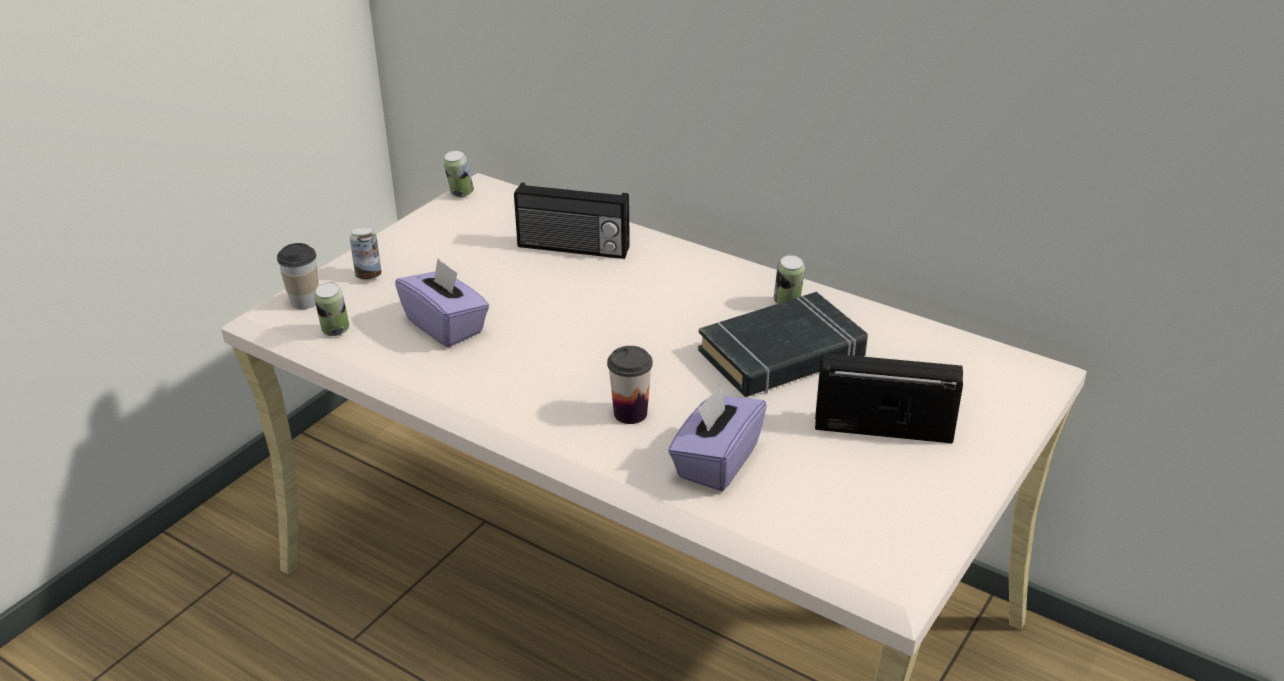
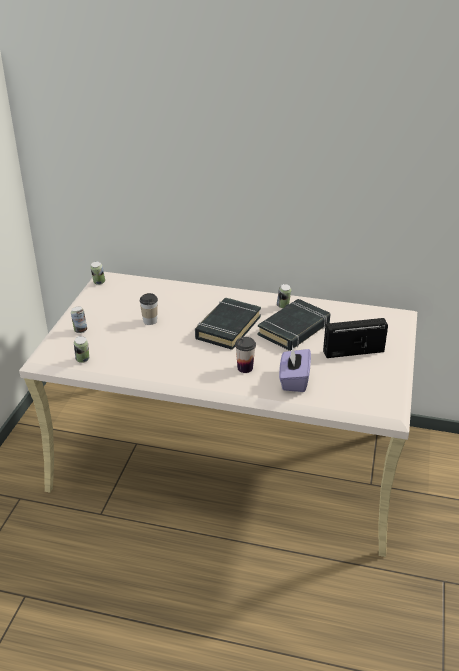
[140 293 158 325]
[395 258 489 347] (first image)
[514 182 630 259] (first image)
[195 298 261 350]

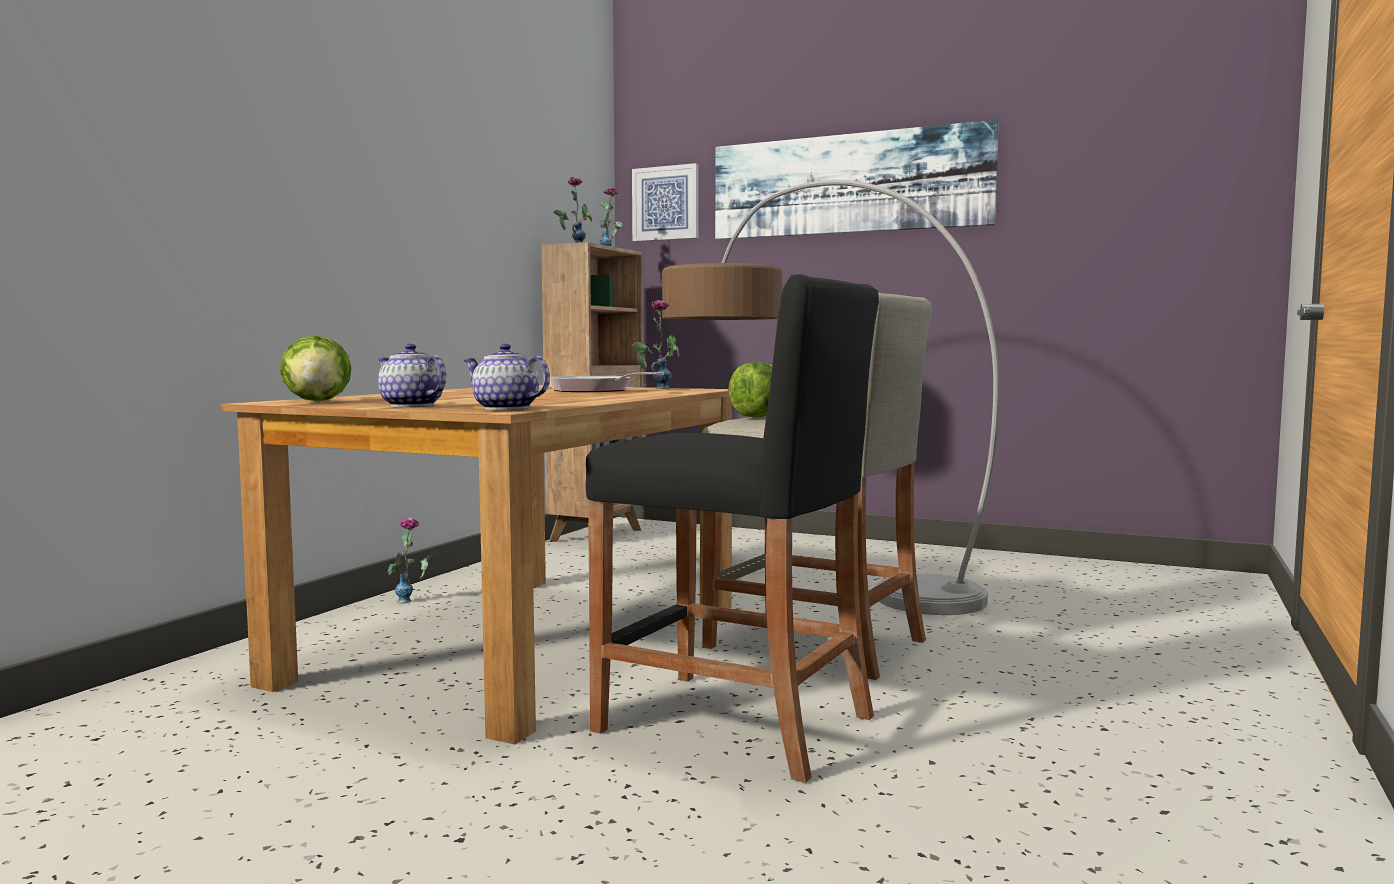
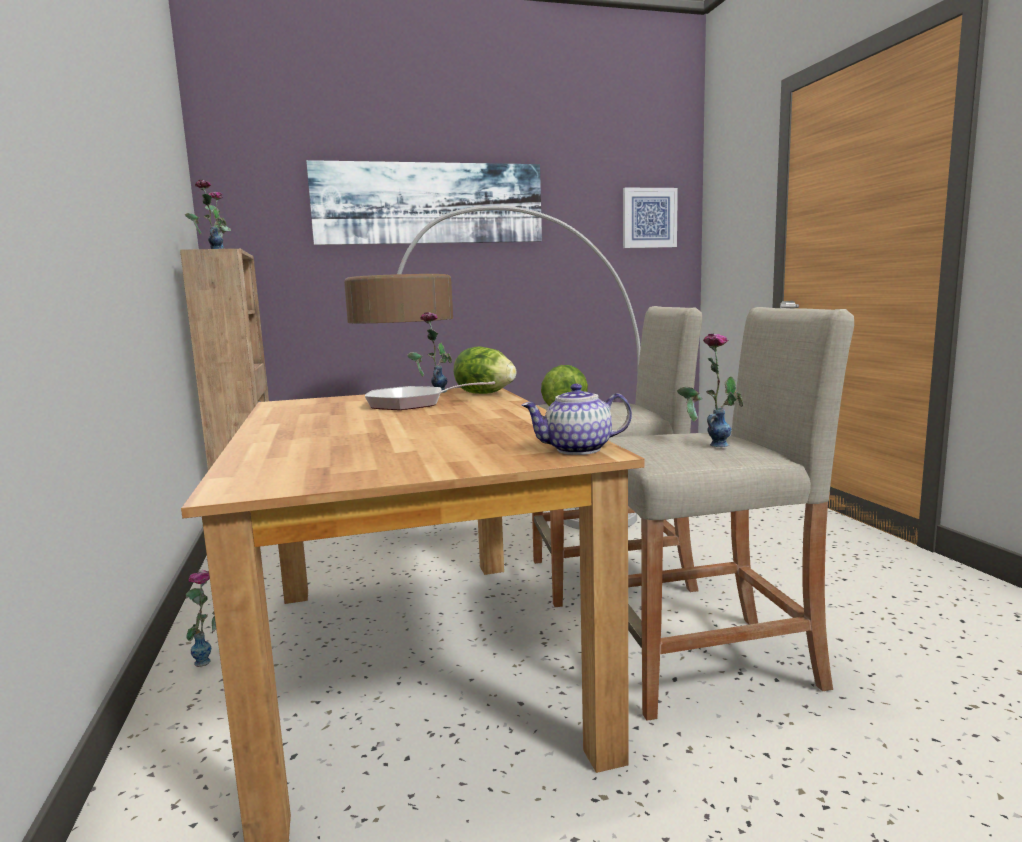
[454 347 516 394]
[378 344 446 407] (first image)
[608 307 854 721]
[623 188 678 248]
[677 334 743 447]

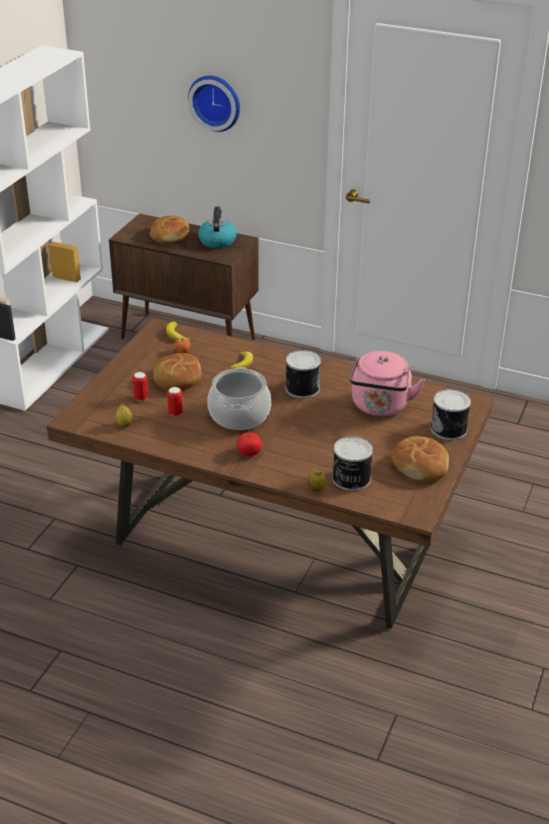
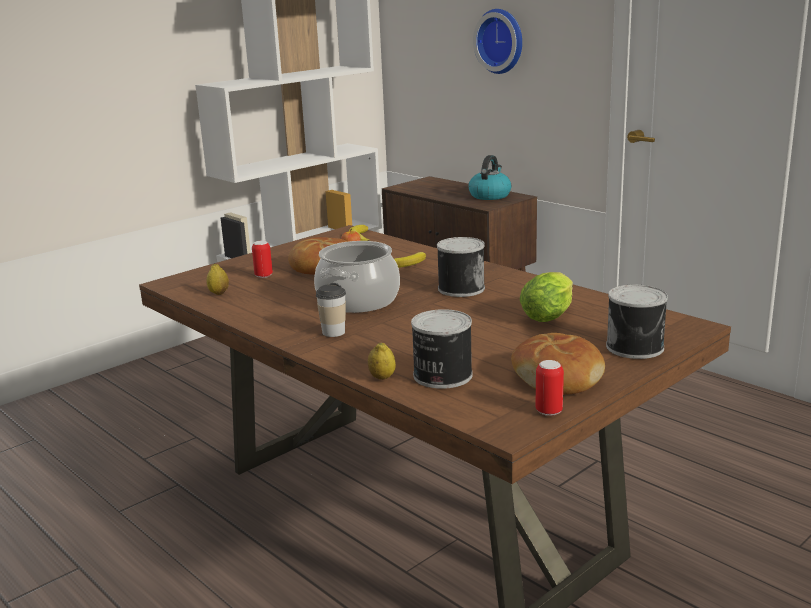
[150 215 189 243] (first image)
[536 360 564 416]
[316 283 346 337]
[520 272 573 322]

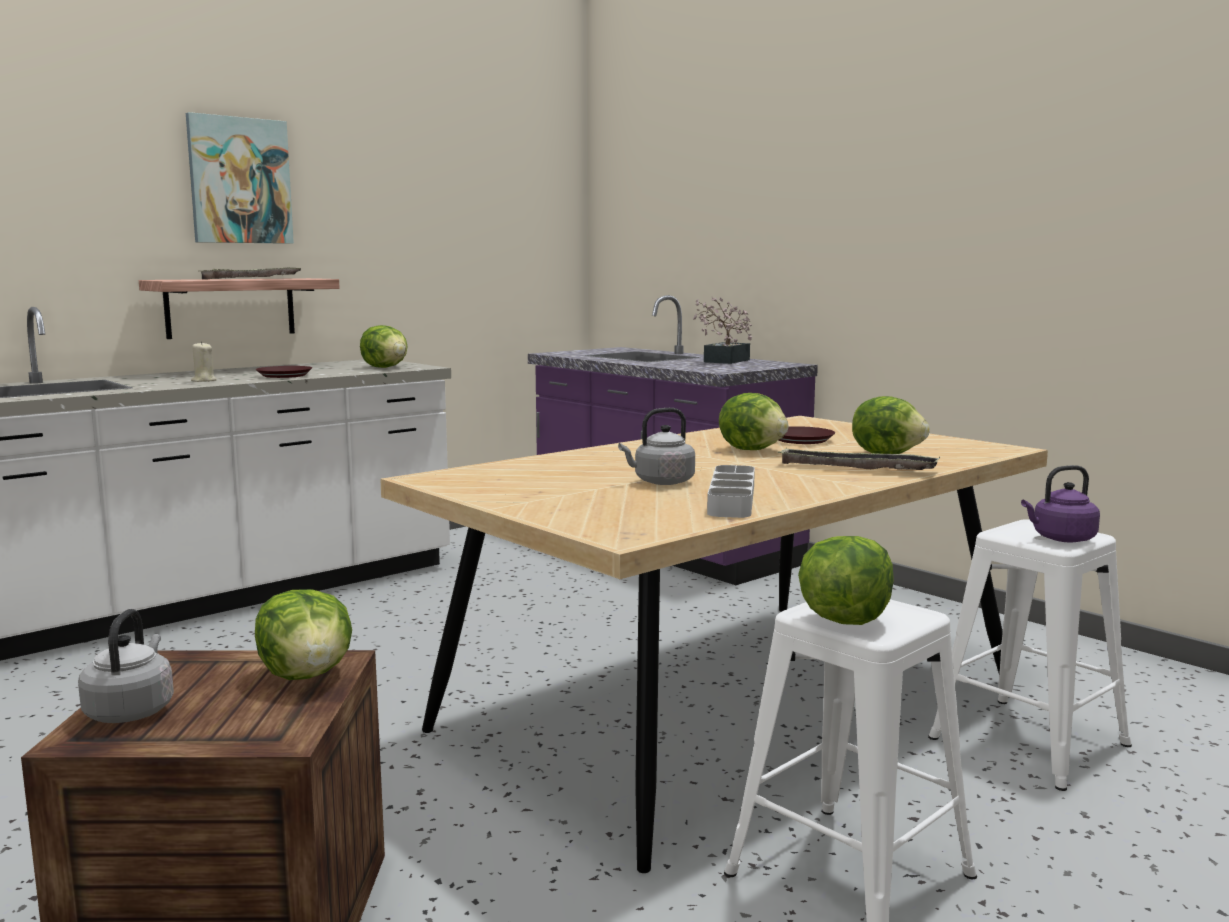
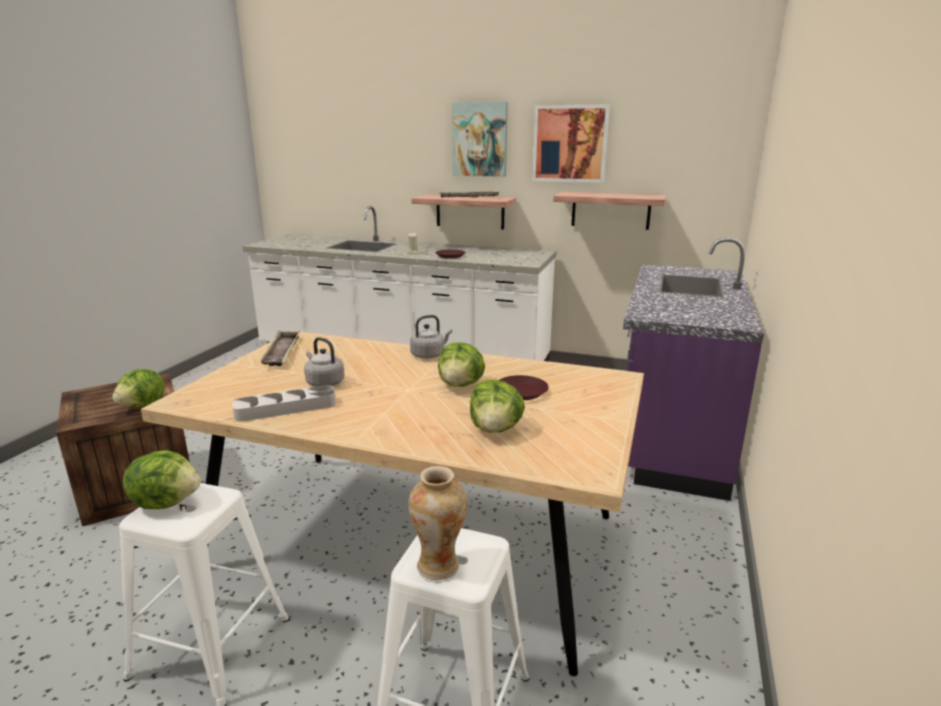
[410 315 452 359]
[360 325 408 368] (first image)
[693 297 752 364] (first image)
[260 330 300 366]
[409 466 467 580]
[532 105 610 183]
[553 192 666 230]

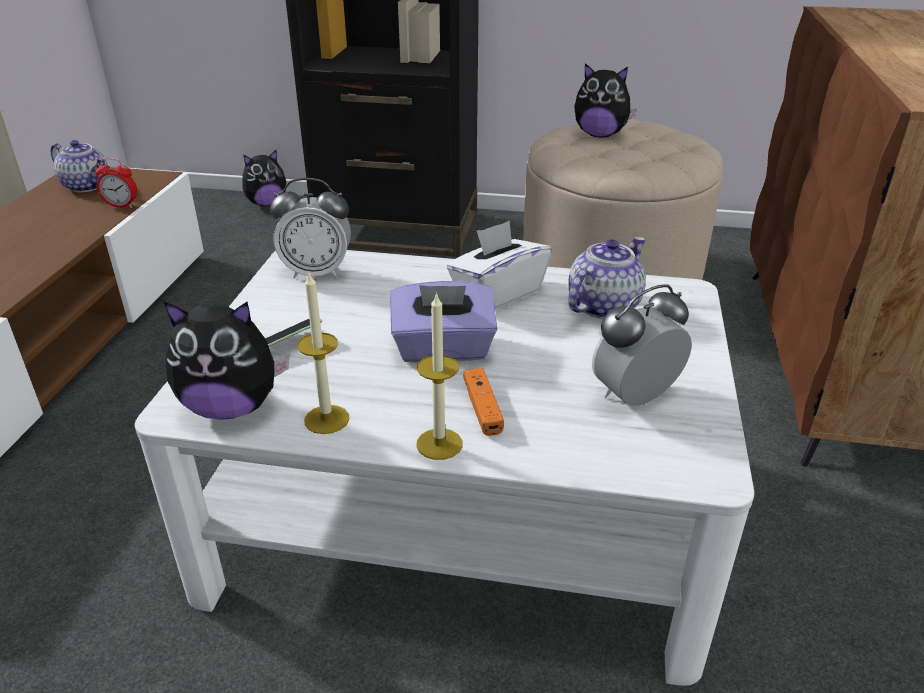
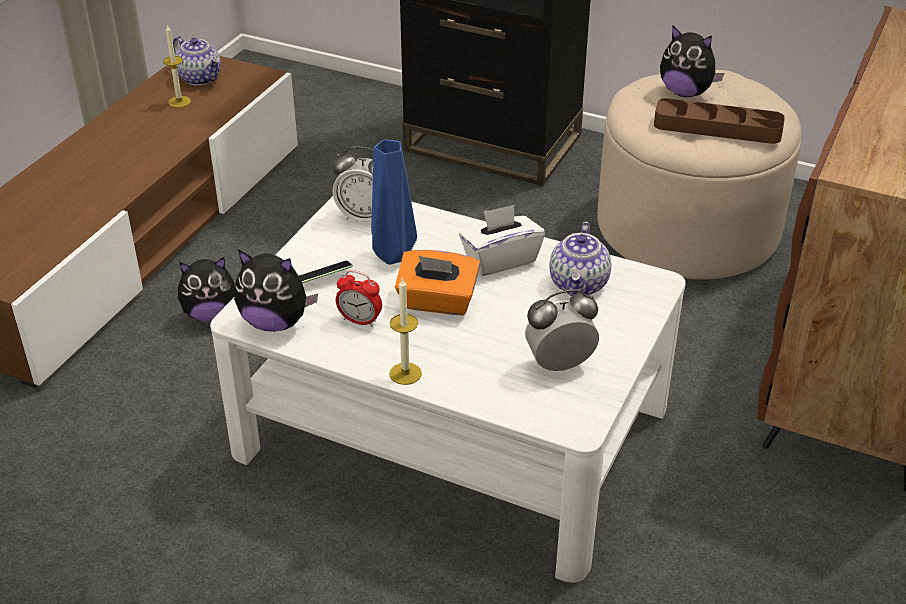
[336 270 382 327]
[178 257 235 321]
[163 25 191 108]
[395 250 480 315]
[463 368 504 436] (first image)
[549 222 611 296]
[371 139 417 264]
[654 98 785 144]

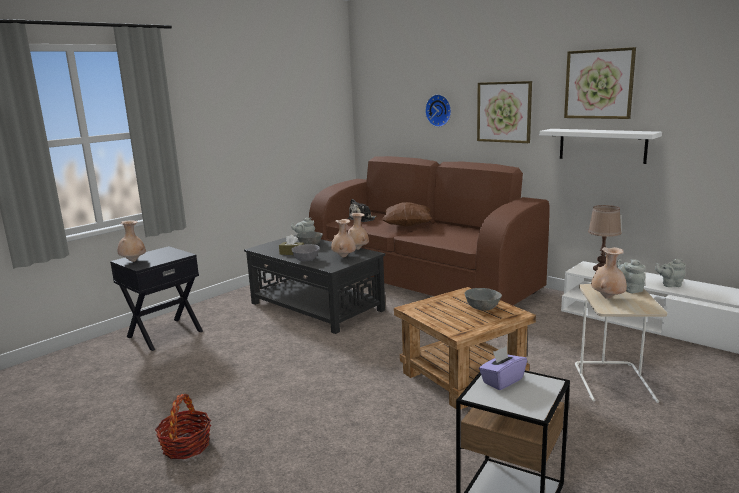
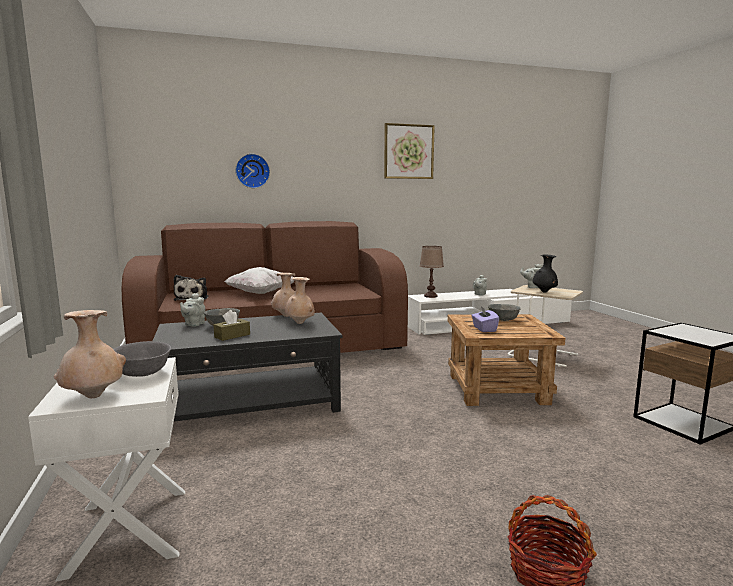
[28 357 185 582]
[113 341 171 377]
[224 267 294 294]
[477 81 532 143] (first image)
[472 306 499 332]
[539 129 662 164] (first image)
[533 254 558 293]

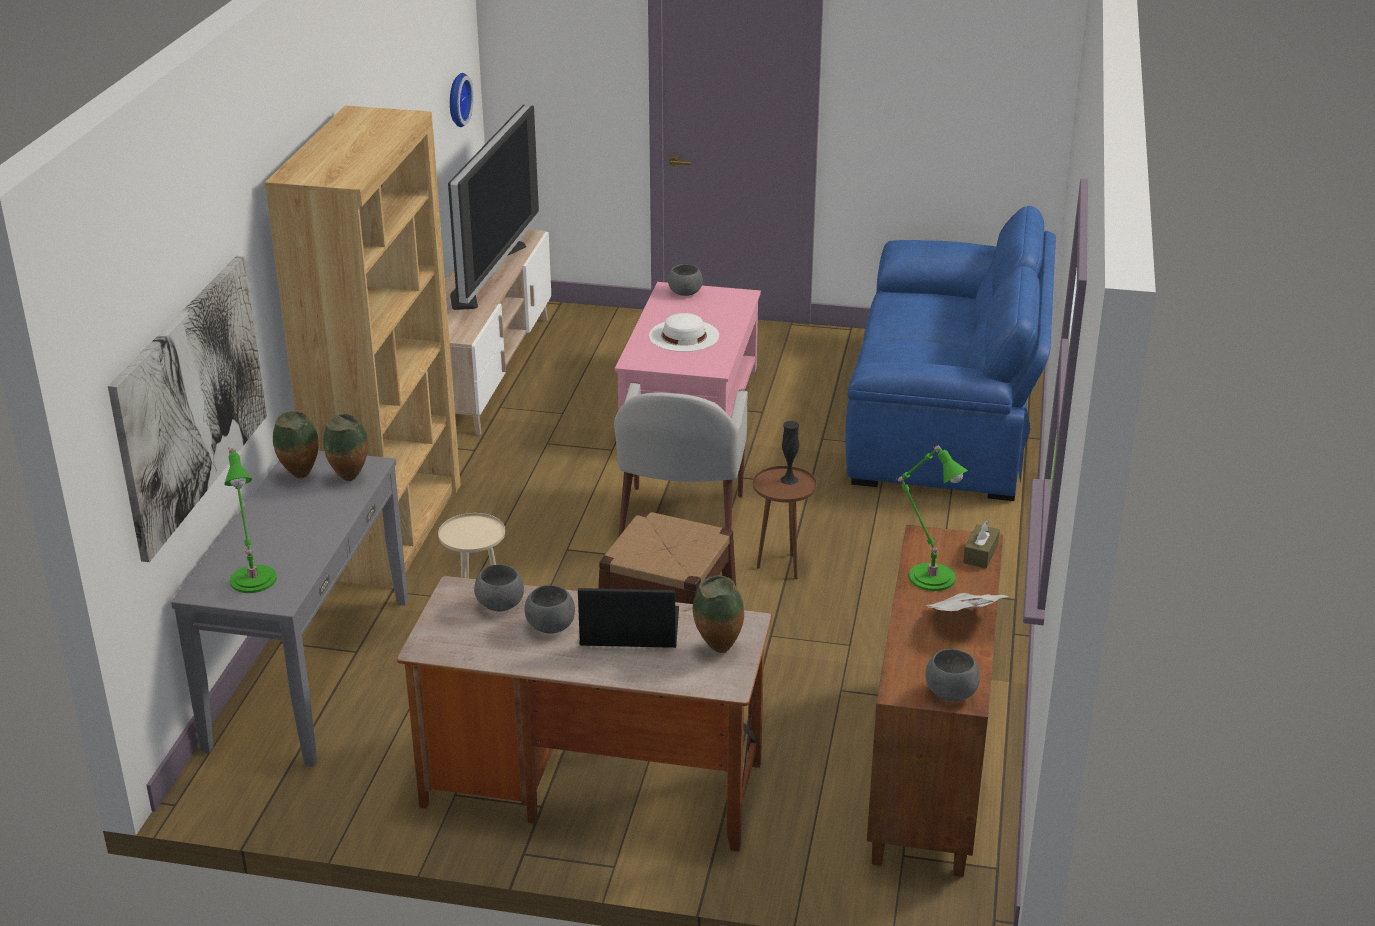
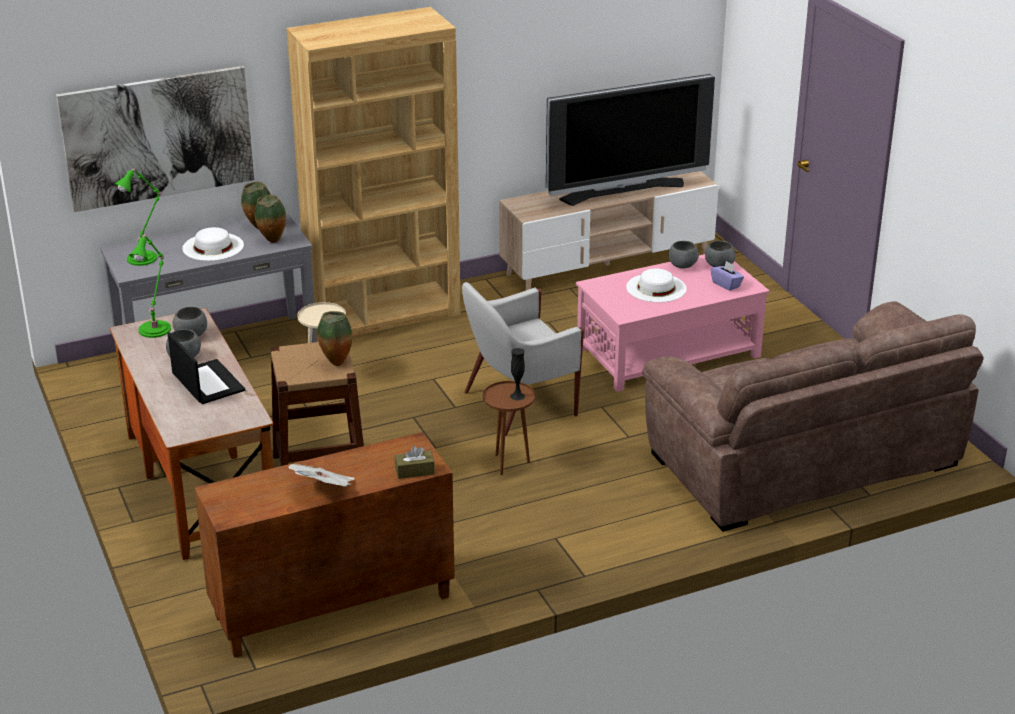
[450 73 474 127] (first image)
[317 311 352 366]
[642 302 984 532]
[129 233 171 338]
[669 241 699 268]
[182 227 244 261]
[711 261 744 291]

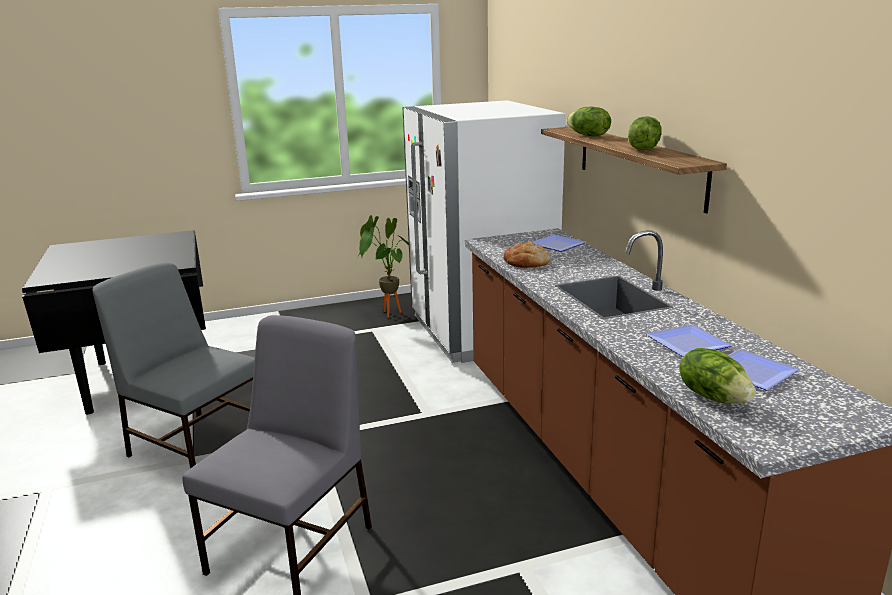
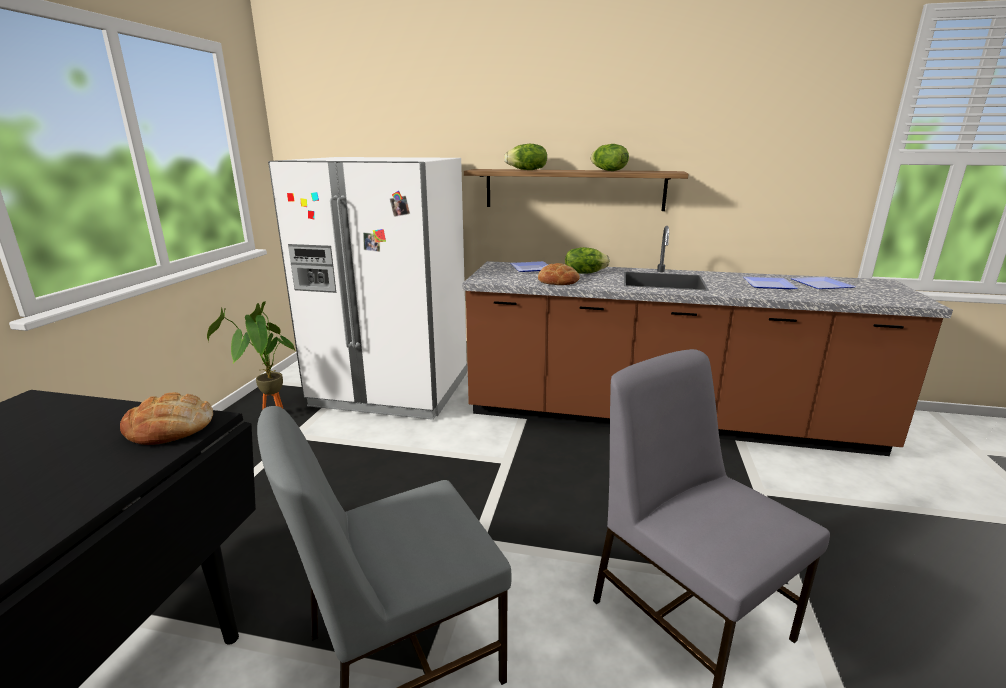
[565 247 610 274]
[120 392 213 445]

